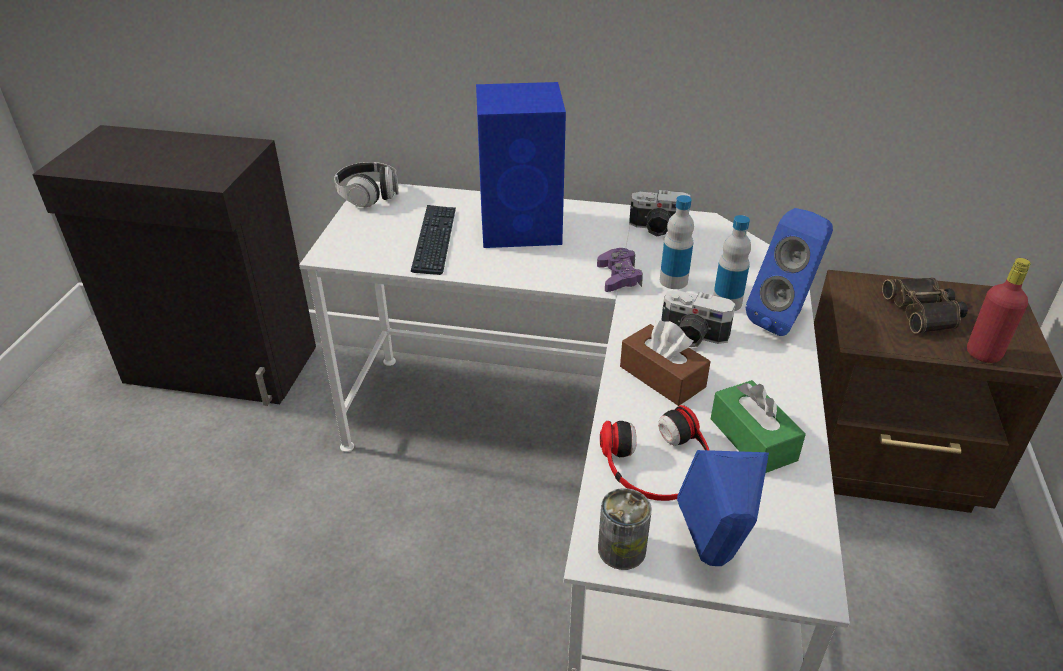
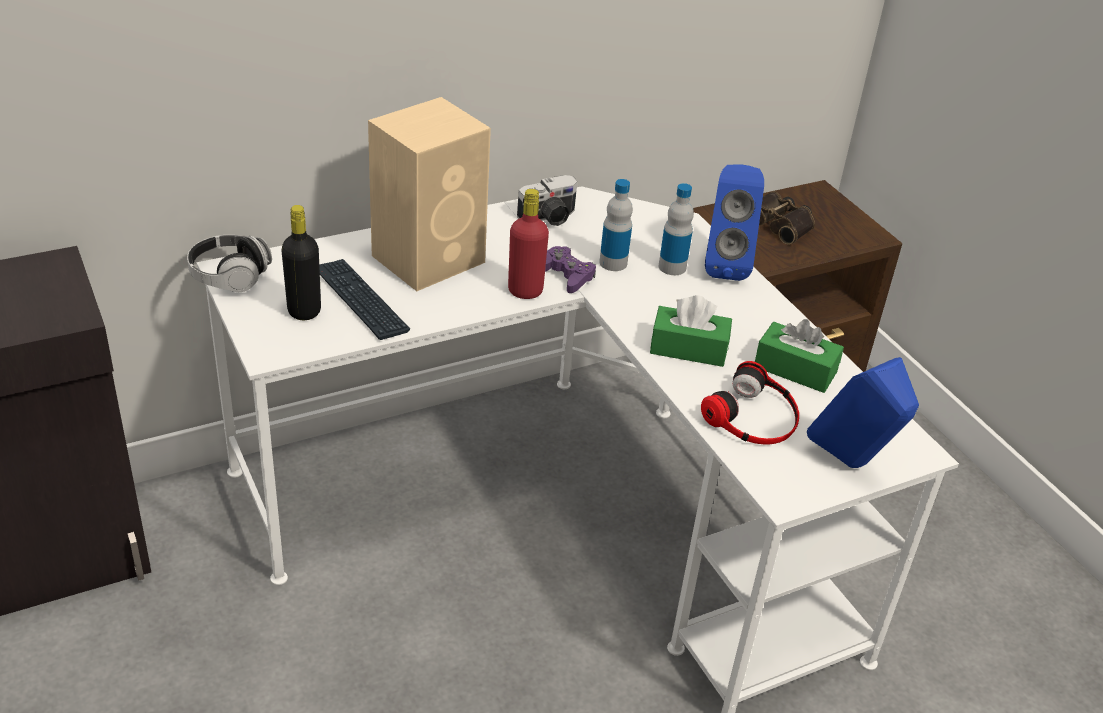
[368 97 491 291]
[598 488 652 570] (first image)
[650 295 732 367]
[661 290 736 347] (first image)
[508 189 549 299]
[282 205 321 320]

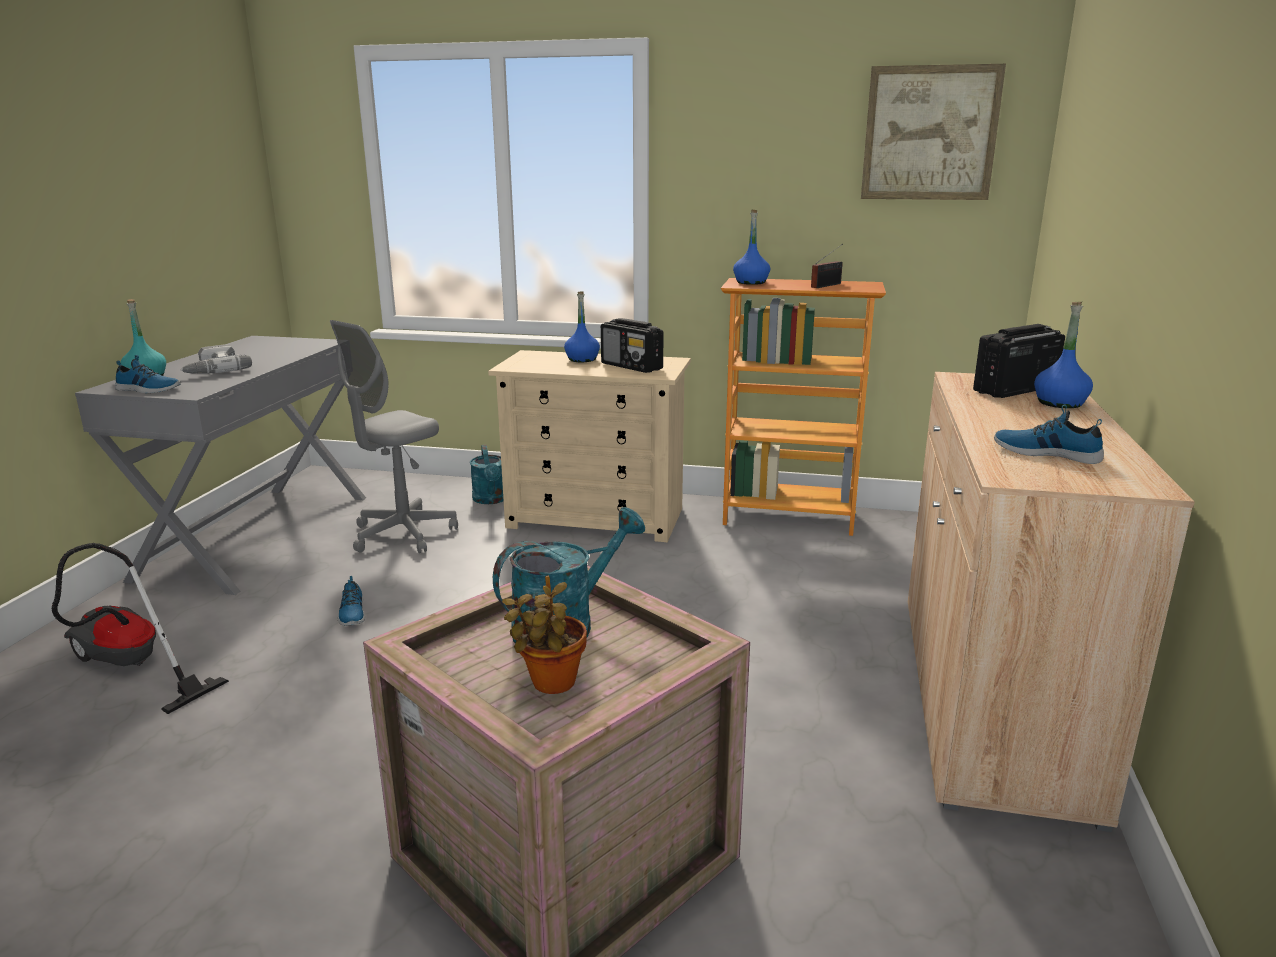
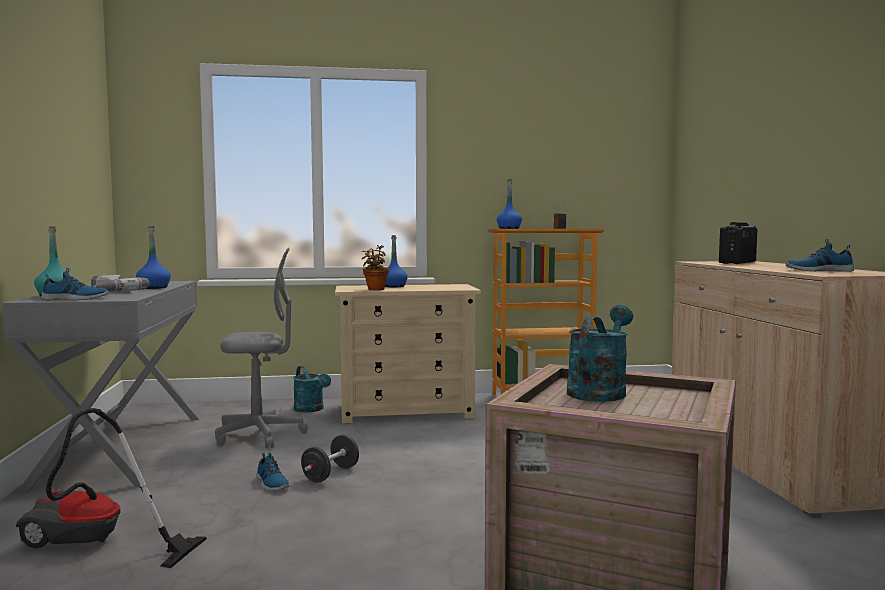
[215 248 308 448]
[362 245 389 290]
[601 318 663 373] (first image)
[861 64 1006 200] (first image)
[136 226 171 289]
[301 435 359 483]

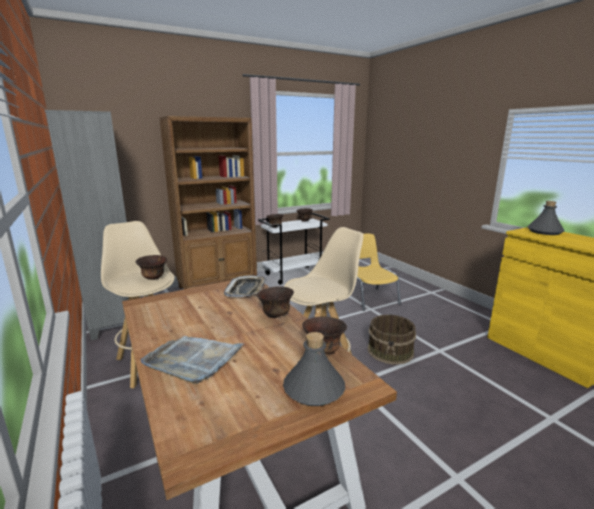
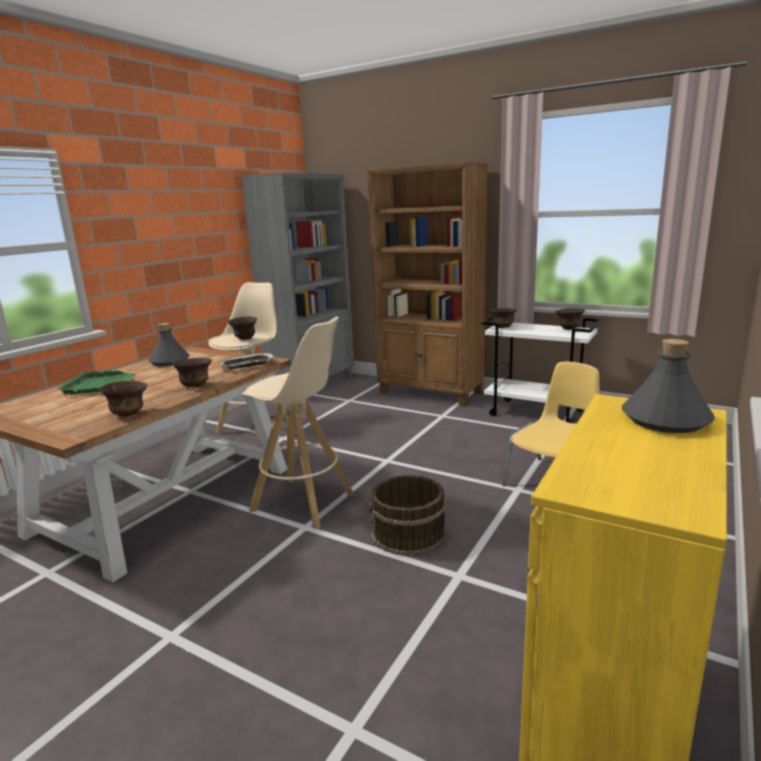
[58 370 135 395]
[148 323 190 366]

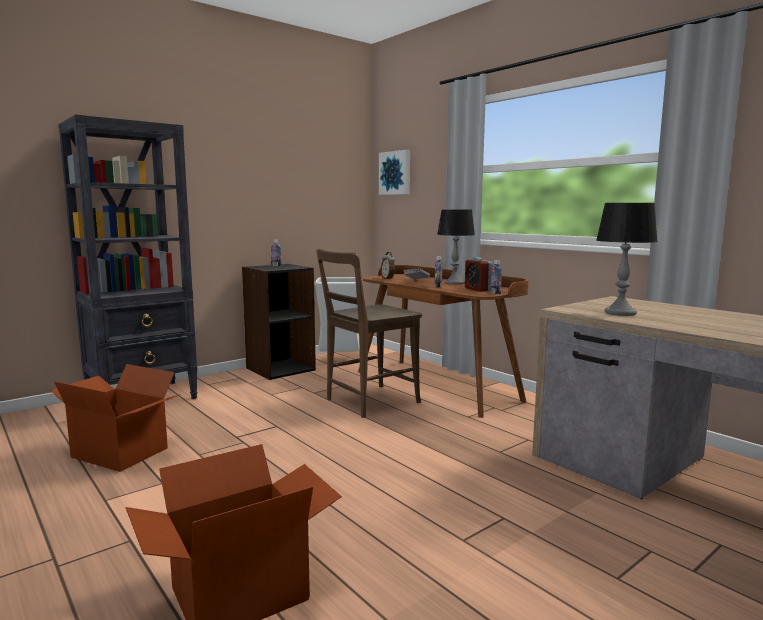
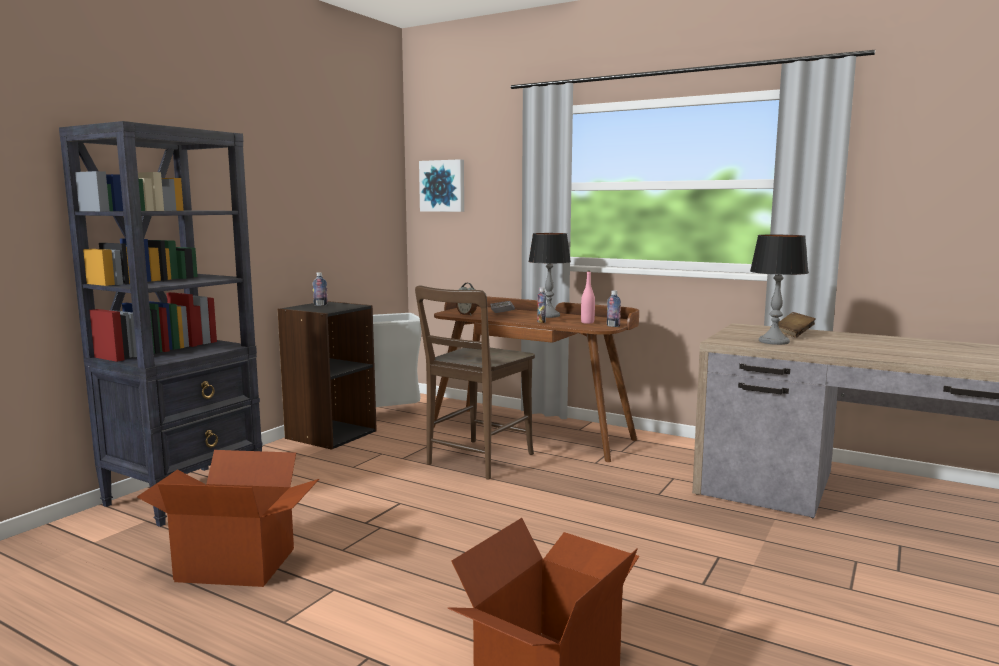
[581 271 595 324]
[778 312 816 338]

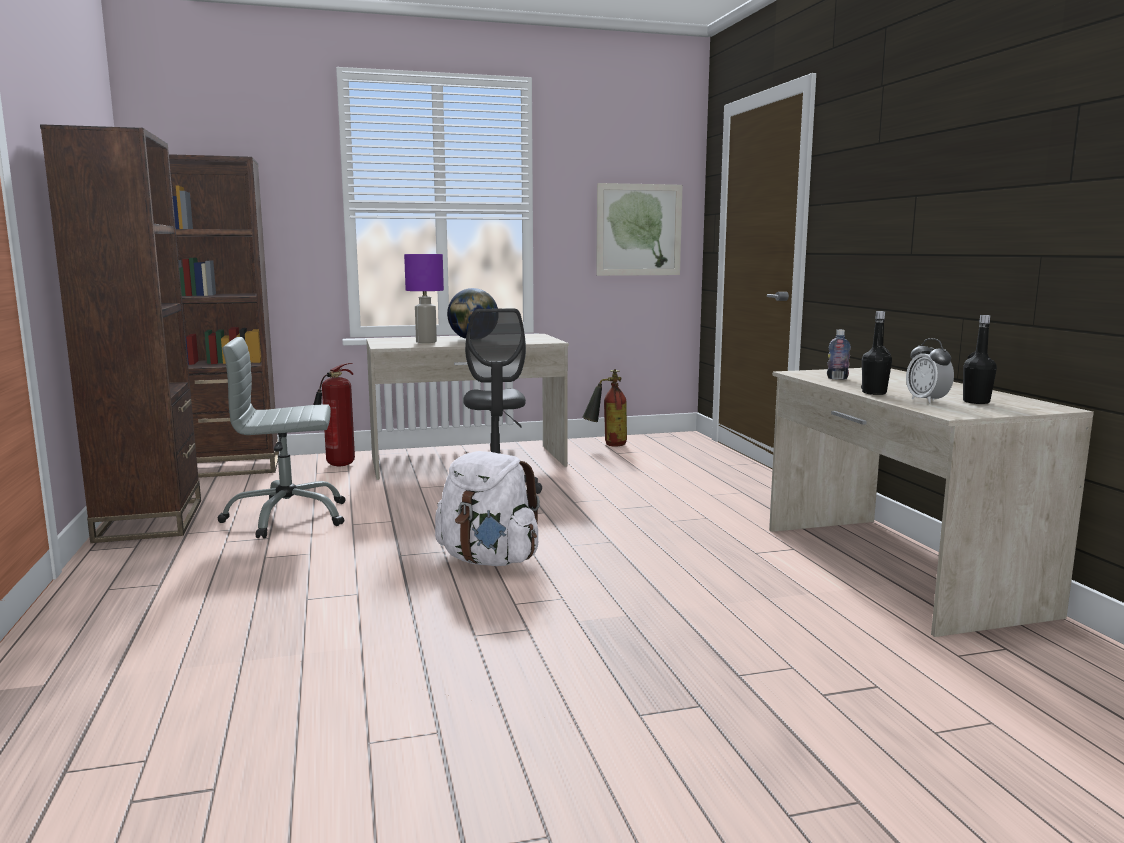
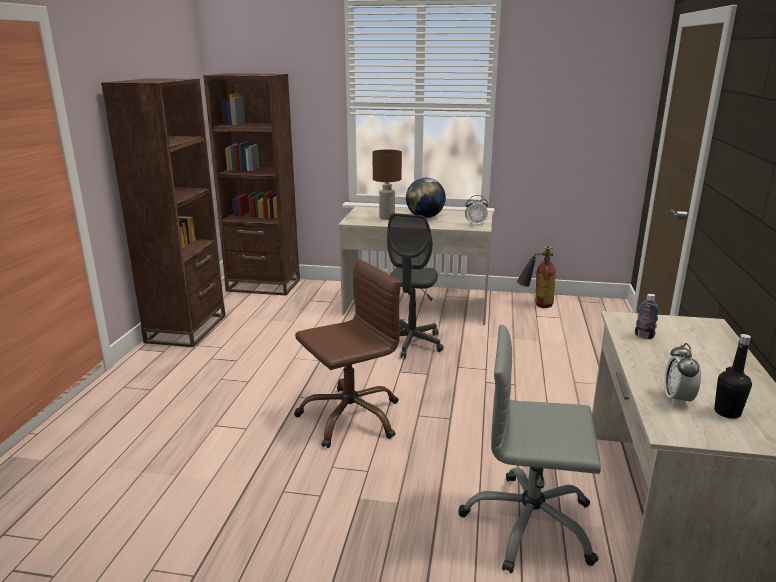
[458 325 601 573]
[313 363 355 466] (first image)
[373 149 402 220]
[294 259 401 448]
[596 183 683 276] (first image)
[861 311 892 395] (first image)
[465 195 488 226]

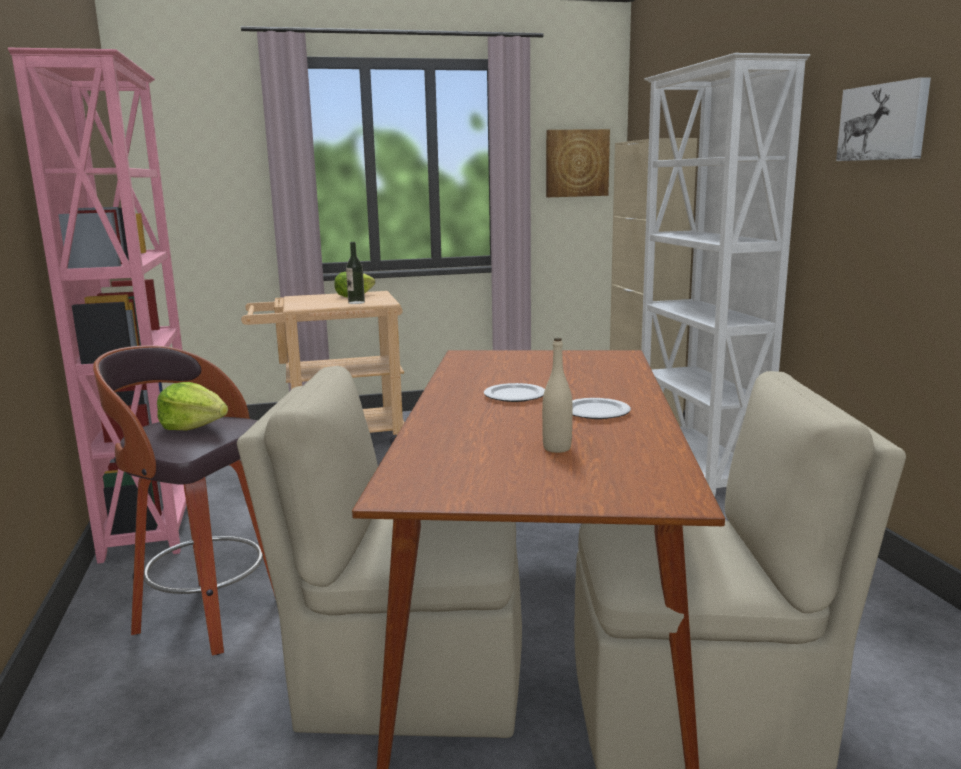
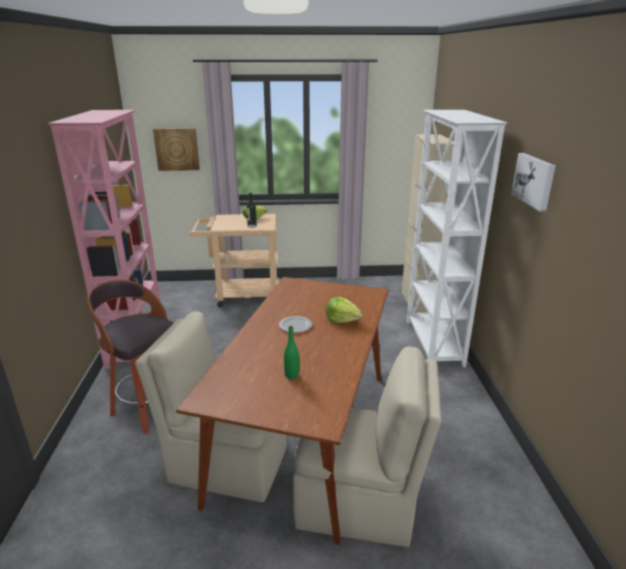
[326 297 362 323]
[284 326 299 379]
[153 128 200 171]
[572 398 631 419] (first image)

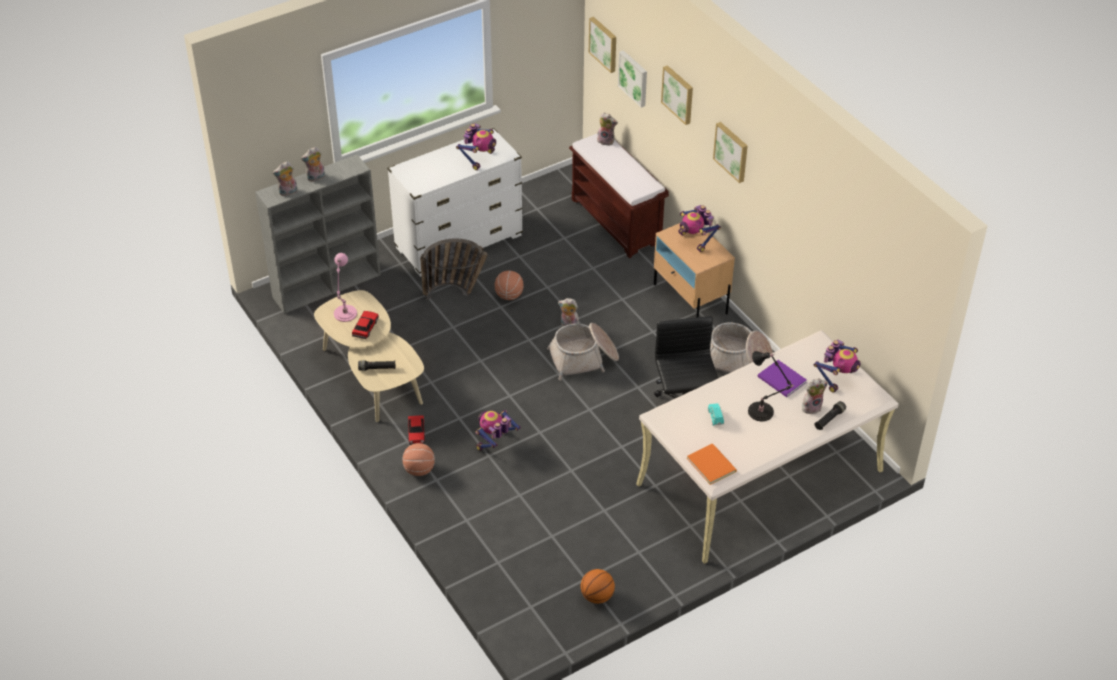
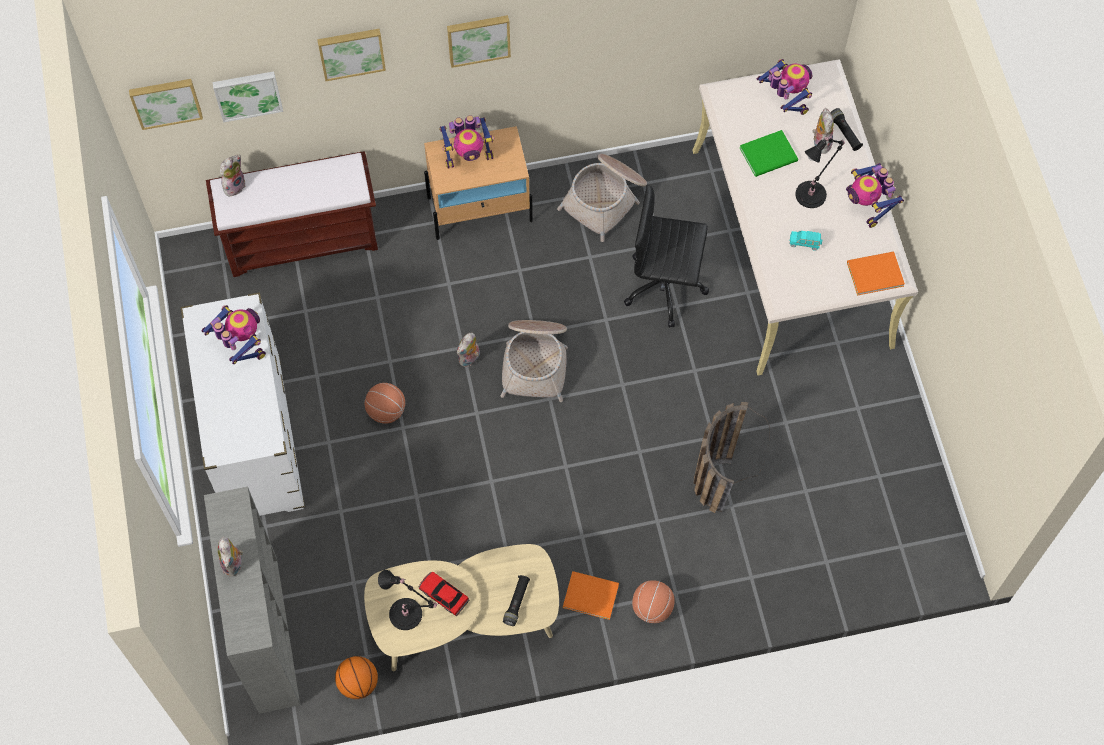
[273 161 298 196] (first image)
[378 570 439 630]
[563 571 619 620]
[693 402 770 513]
[846 163 904 228]
[335 656 378 699]
[740 130 798 177]

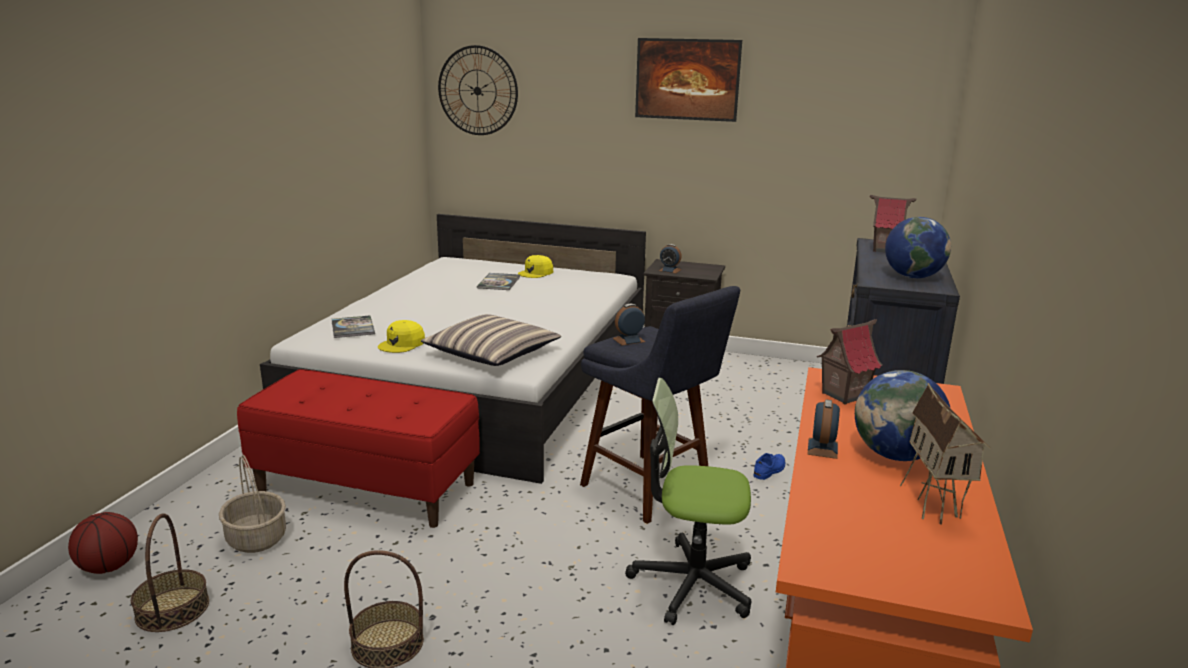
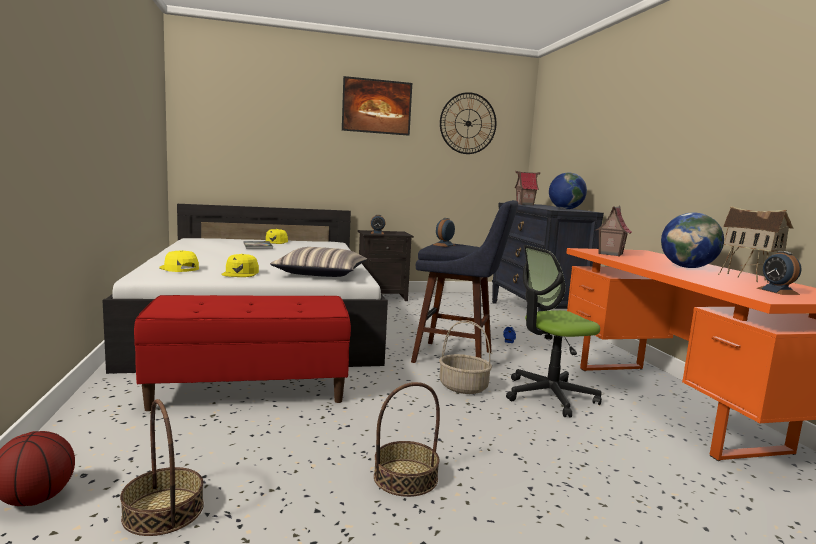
[439 320 492 394]
[159 251 199 272]
[440 92 496 154]
[757 251 802 295]

